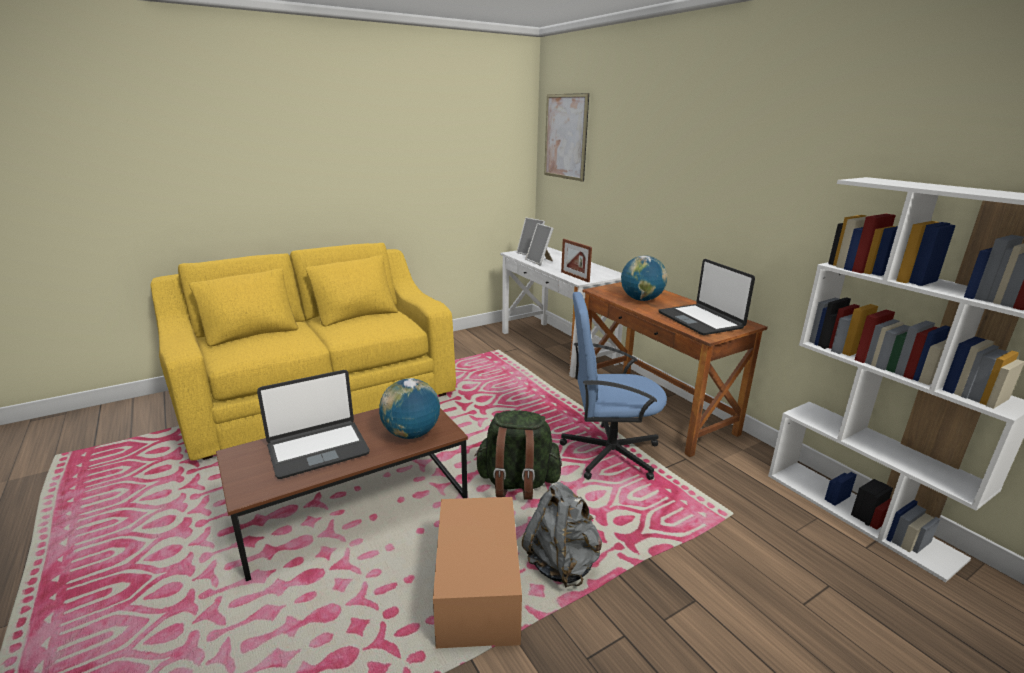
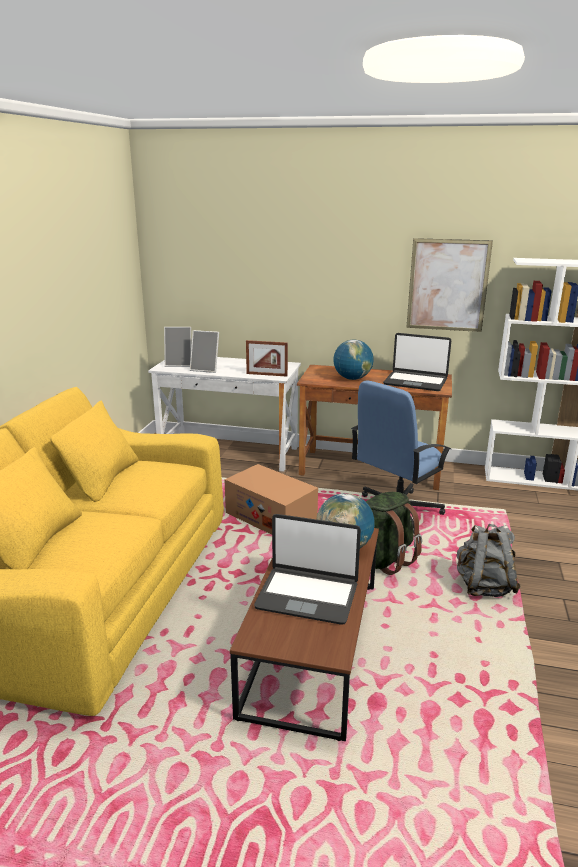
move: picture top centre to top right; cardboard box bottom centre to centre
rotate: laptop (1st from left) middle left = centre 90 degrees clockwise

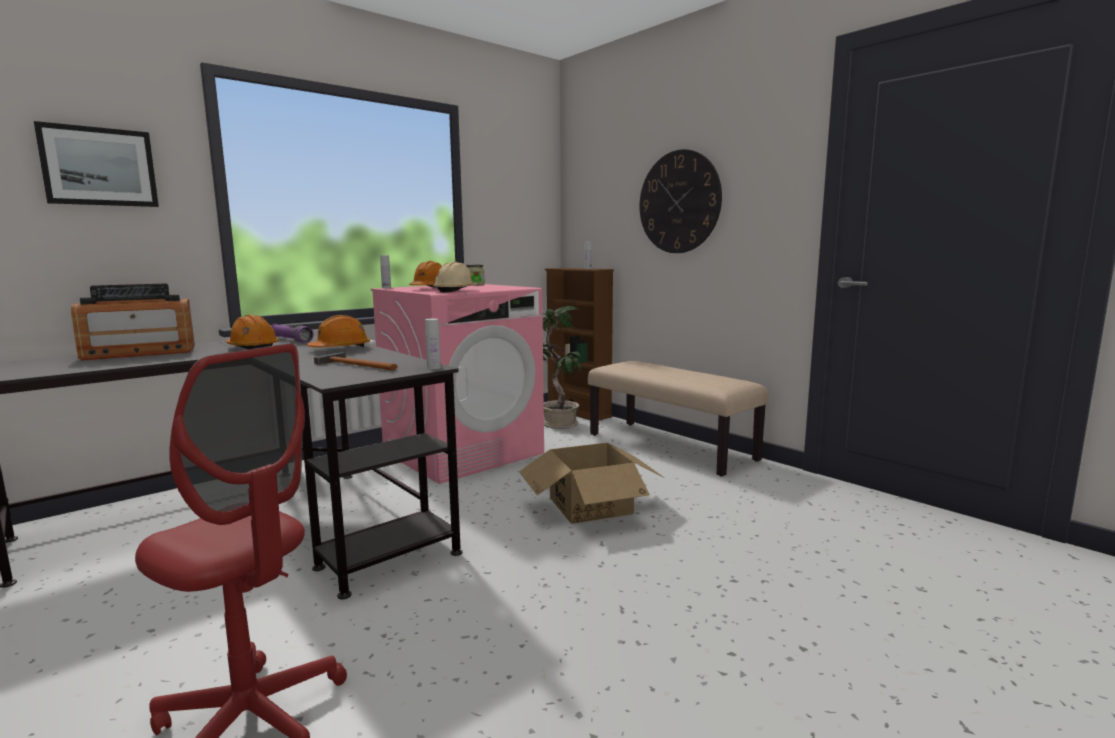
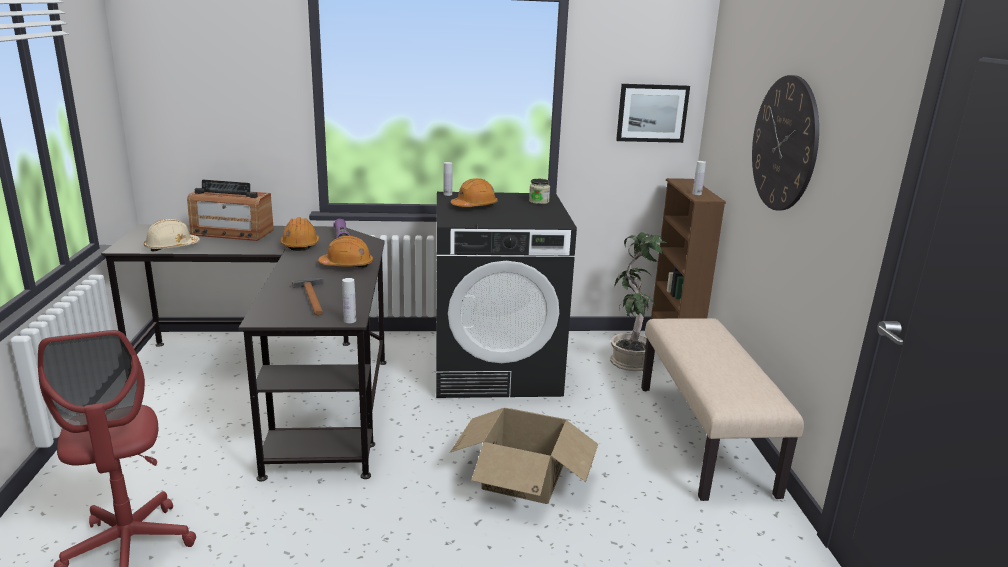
move: picture top left to top centre; beige hard hat centre to middle left
recolor: pink washing machine centre to black washing machine centre

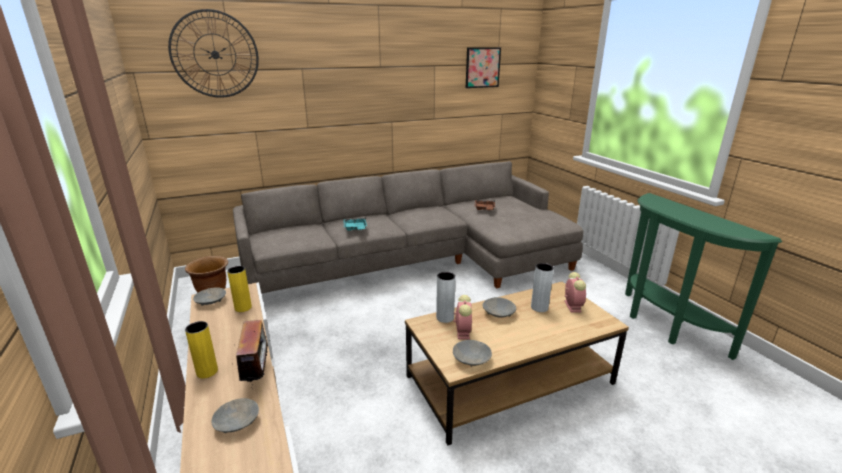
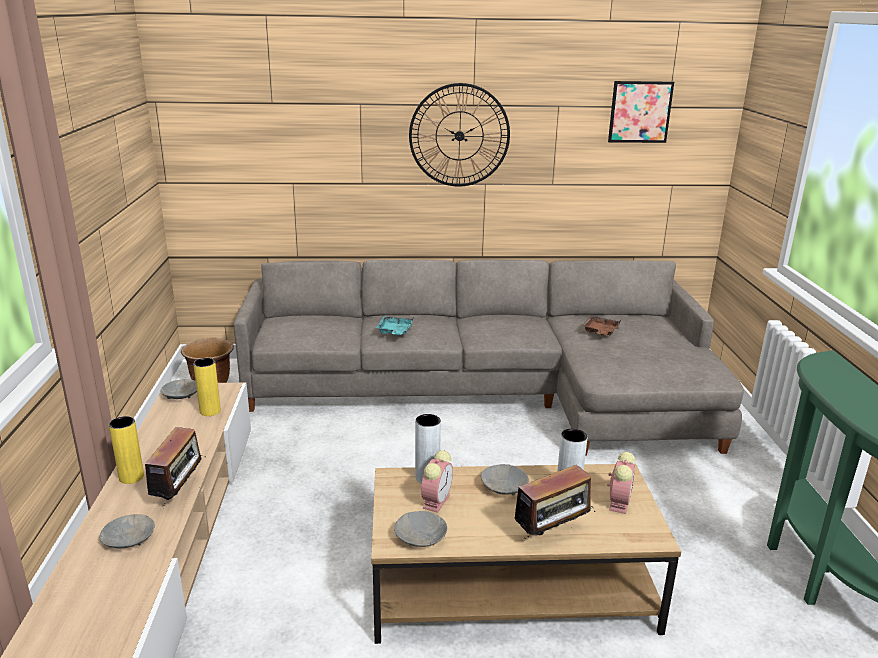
insert: radio (2nd from left) bottom centre
move: wall clock top left to top centre

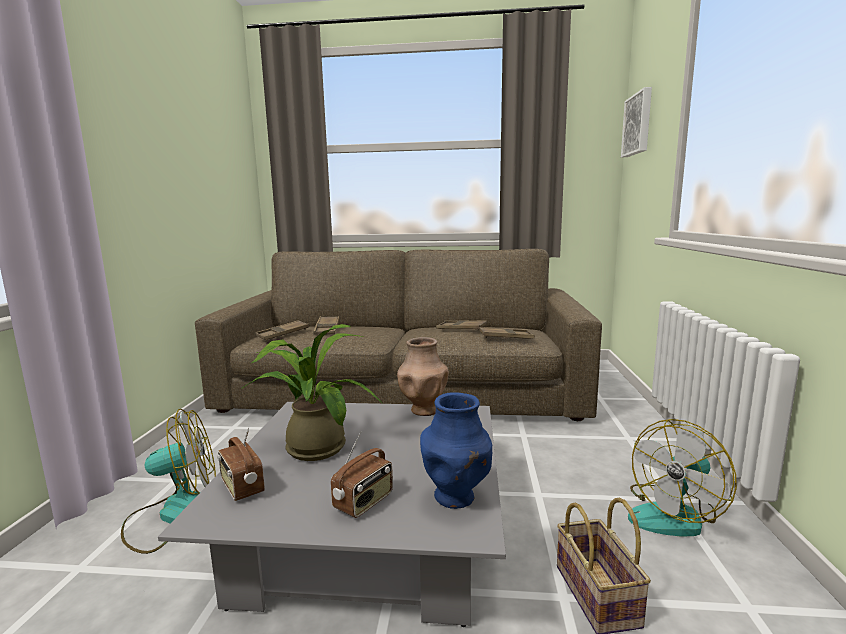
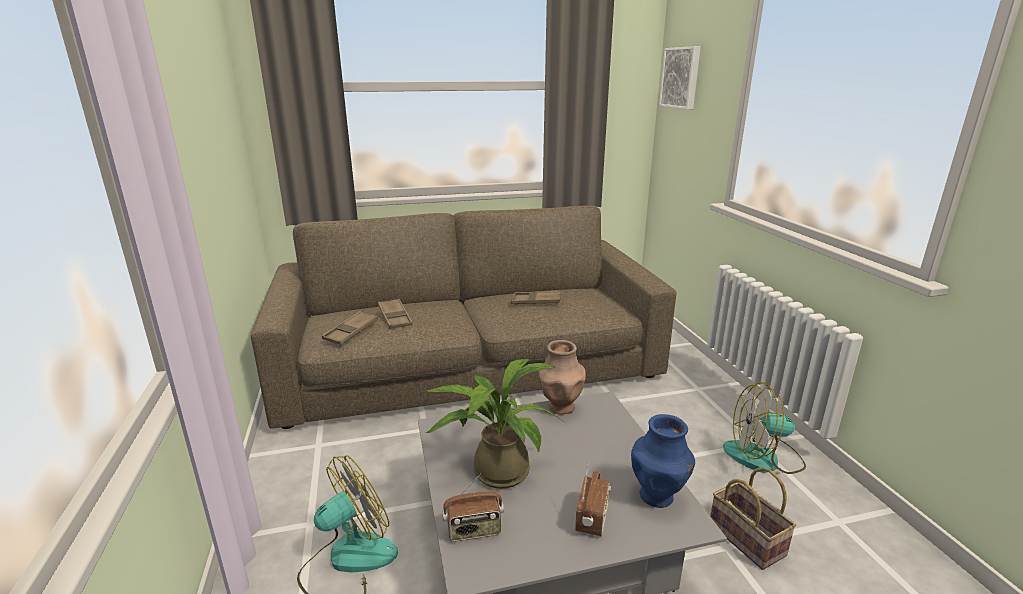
delete: brown tray (4th from left) centre
rotate: fan (2nd from left) bottom right = bottom right 60 degrees clockwise; radio (1st from left) bottom left = bottom centre 45 degrees counterclockwise

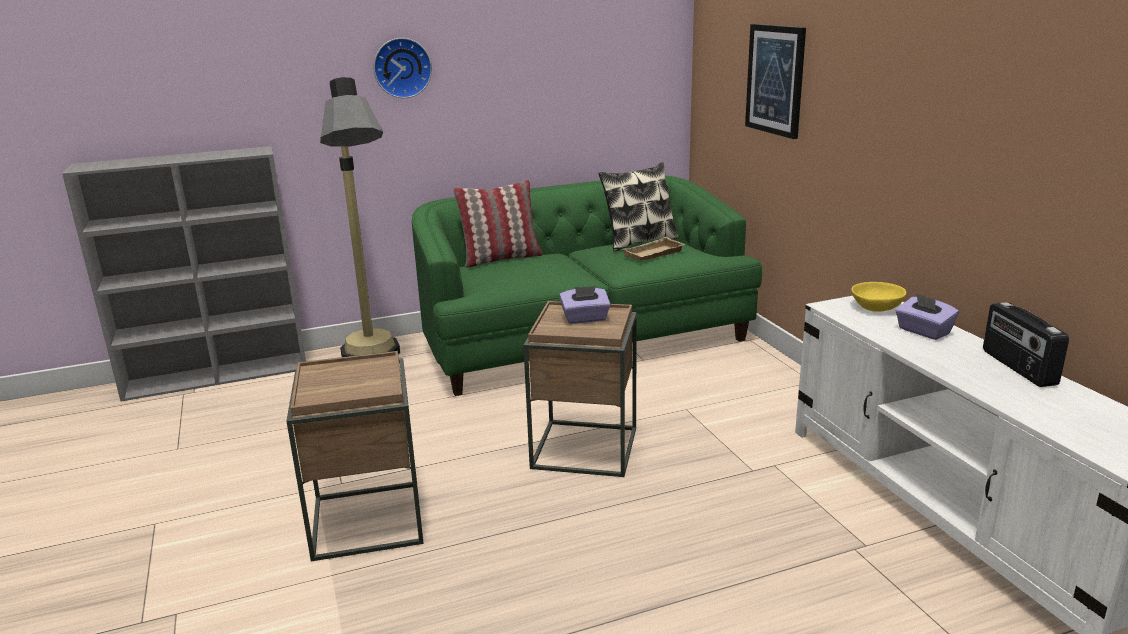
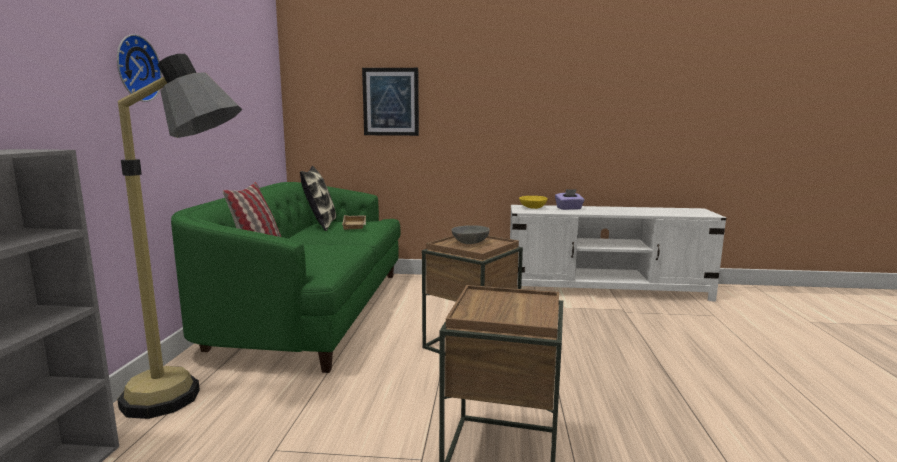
delete: radio middle right
replace: purple tissue box (1st from left) centre to grey bowl centre

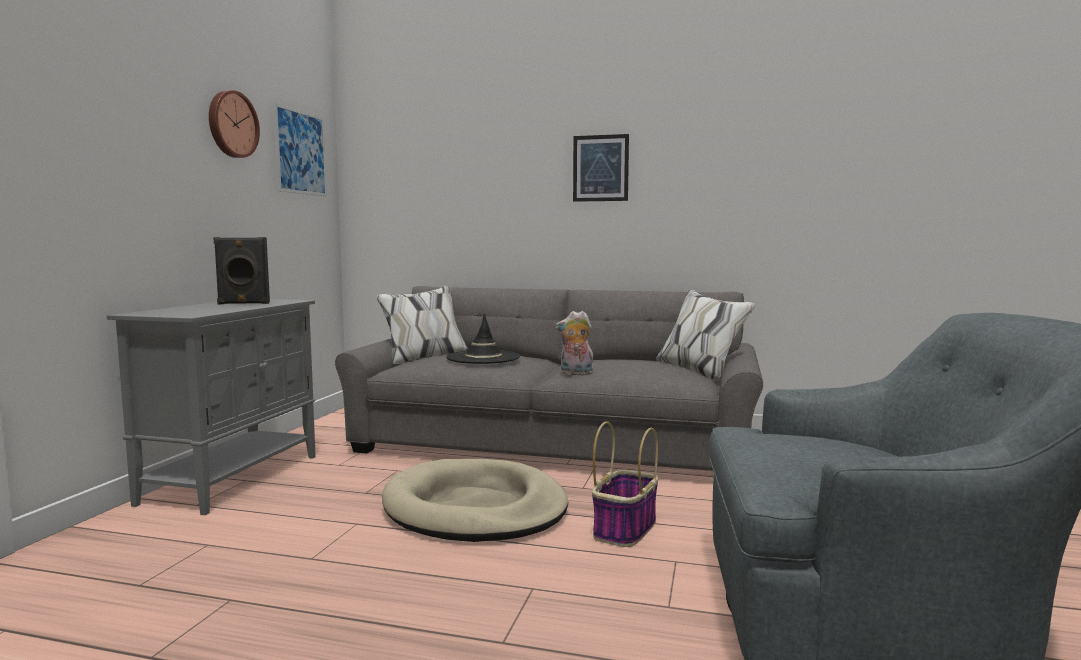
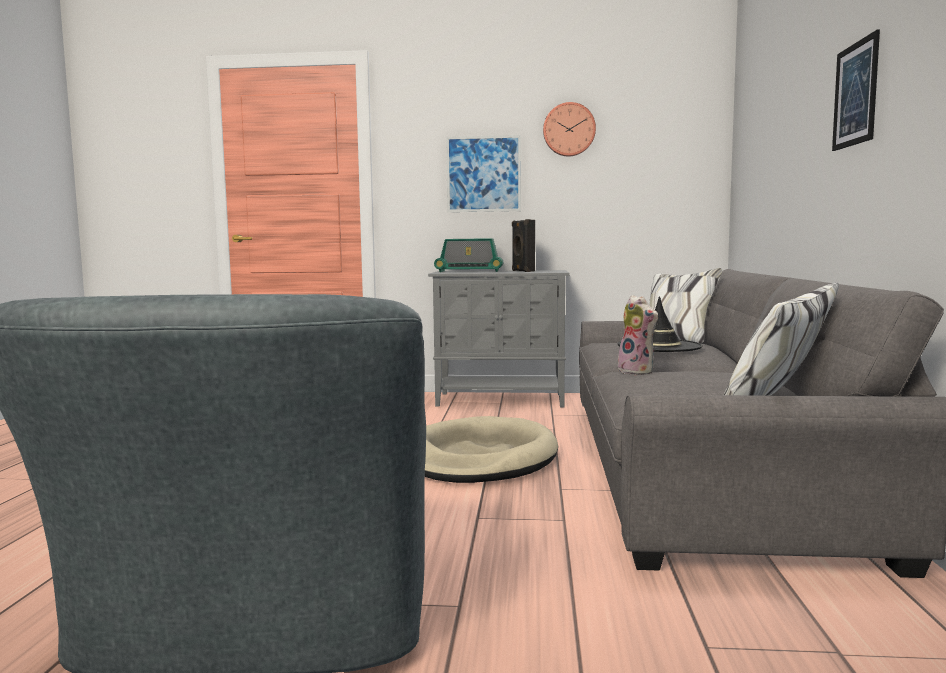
delete: basket bottom centre
insert: radio centre
move: picture (1st from left) top left to top centre
rotate: plush toy centre = middle right 150 degrees clockwise

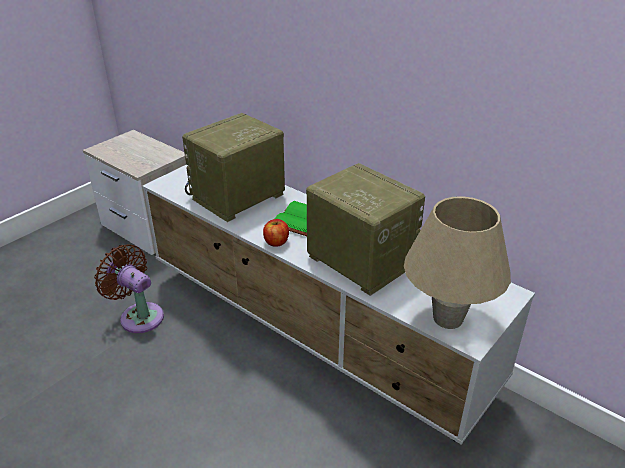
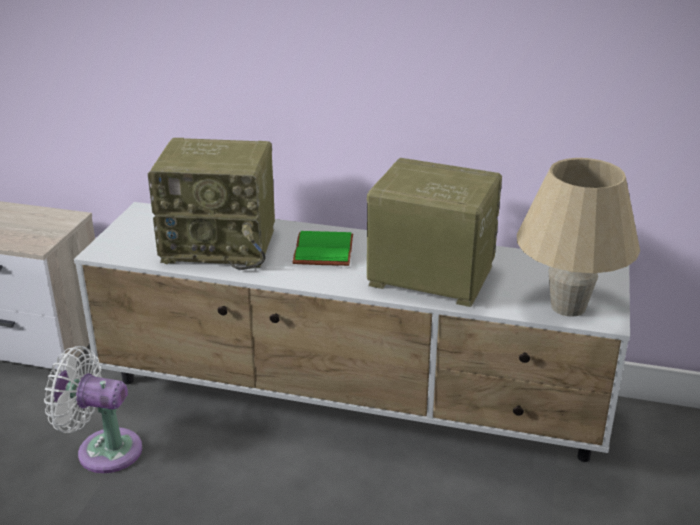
delete: apple centre
recolor: brown fan middle left to white fan bottom left
rotate: radio (1st from left) centre = middle left 105 degrees counterclockwise

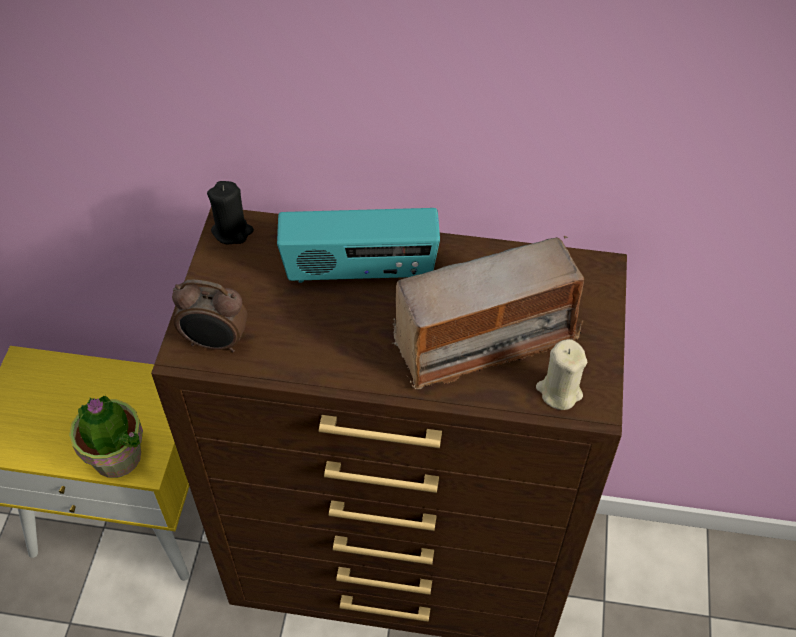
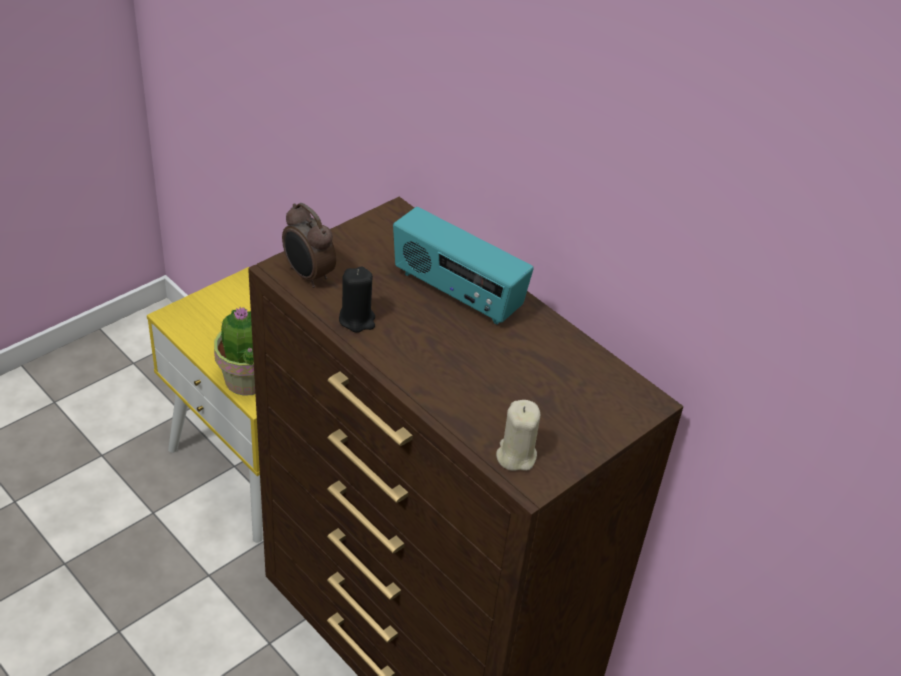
delete: radio (2nd from left) centre
move: black candle top left to centre

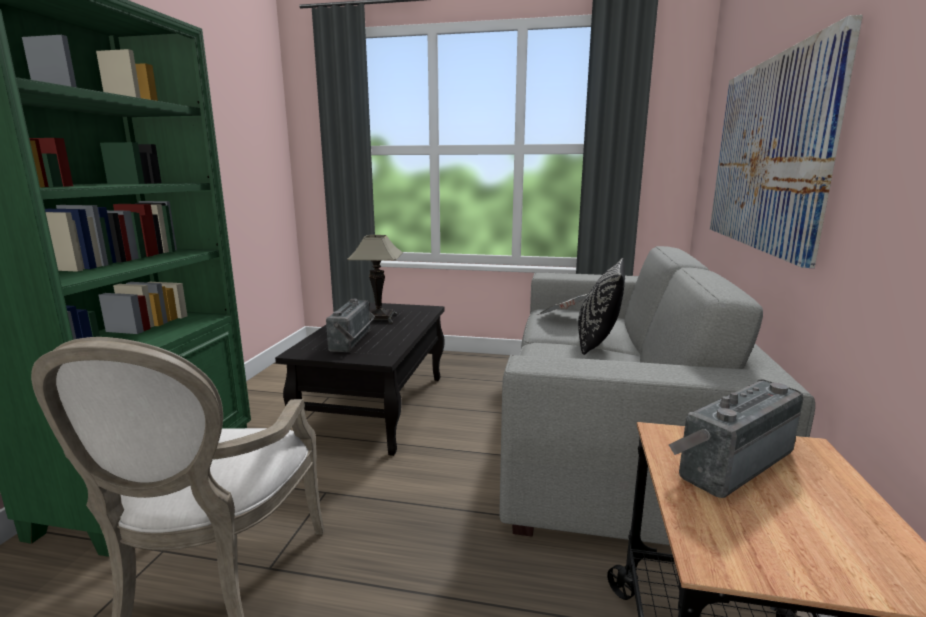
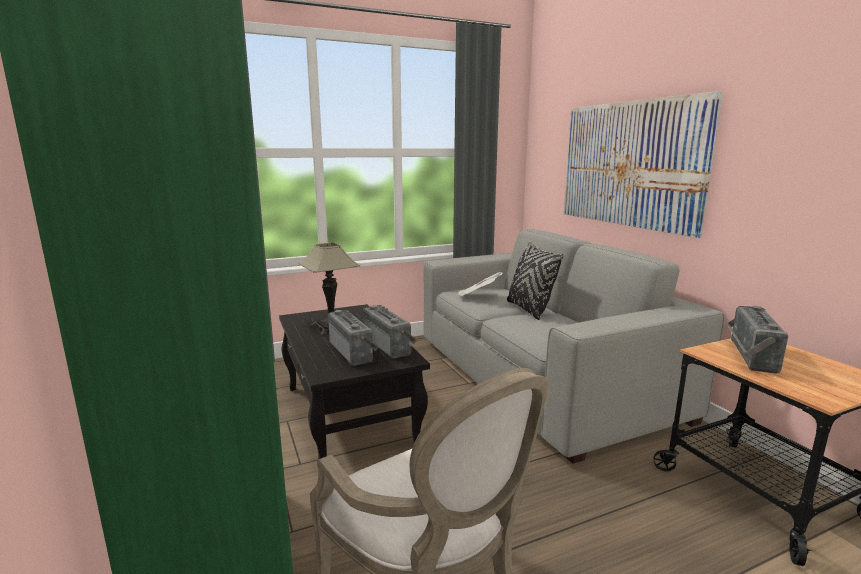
insert: radio (2nd from left) centre

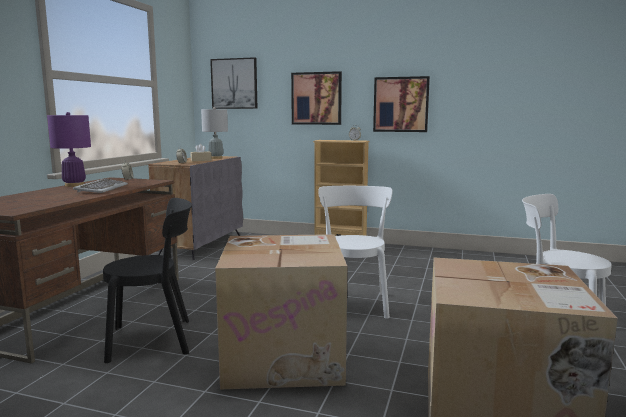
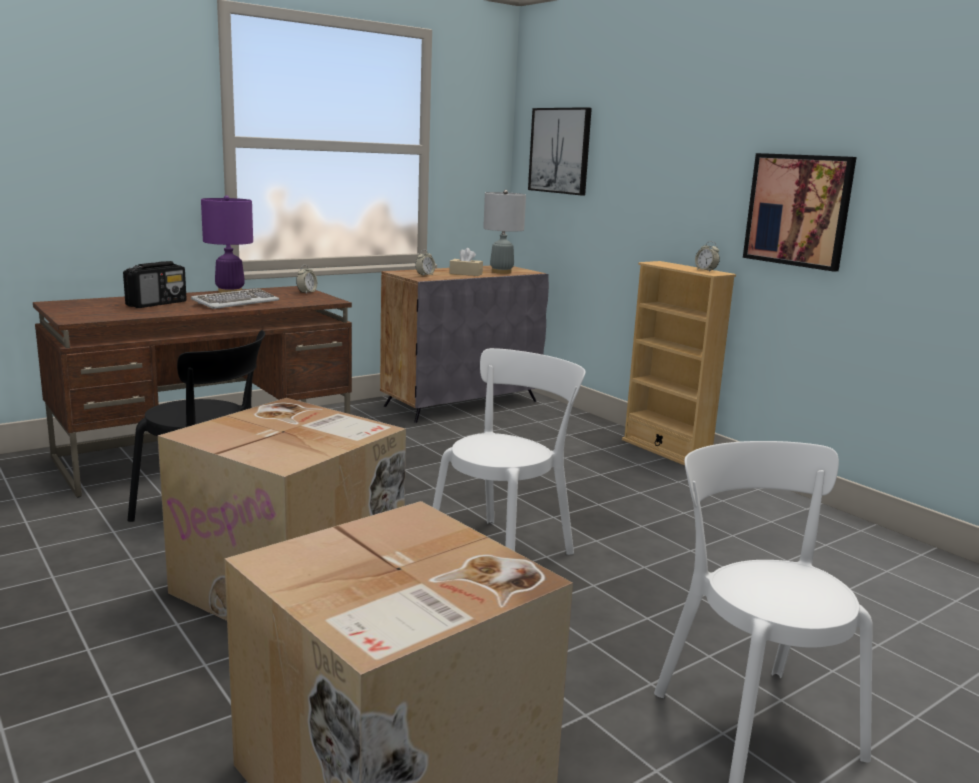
delete: picture (2nd from left) top centre
insert: radio middle left

